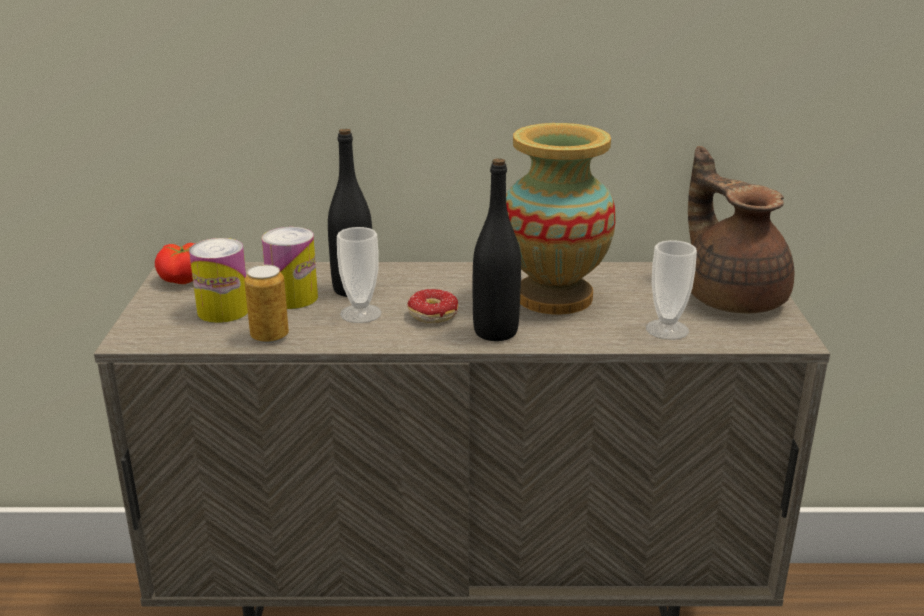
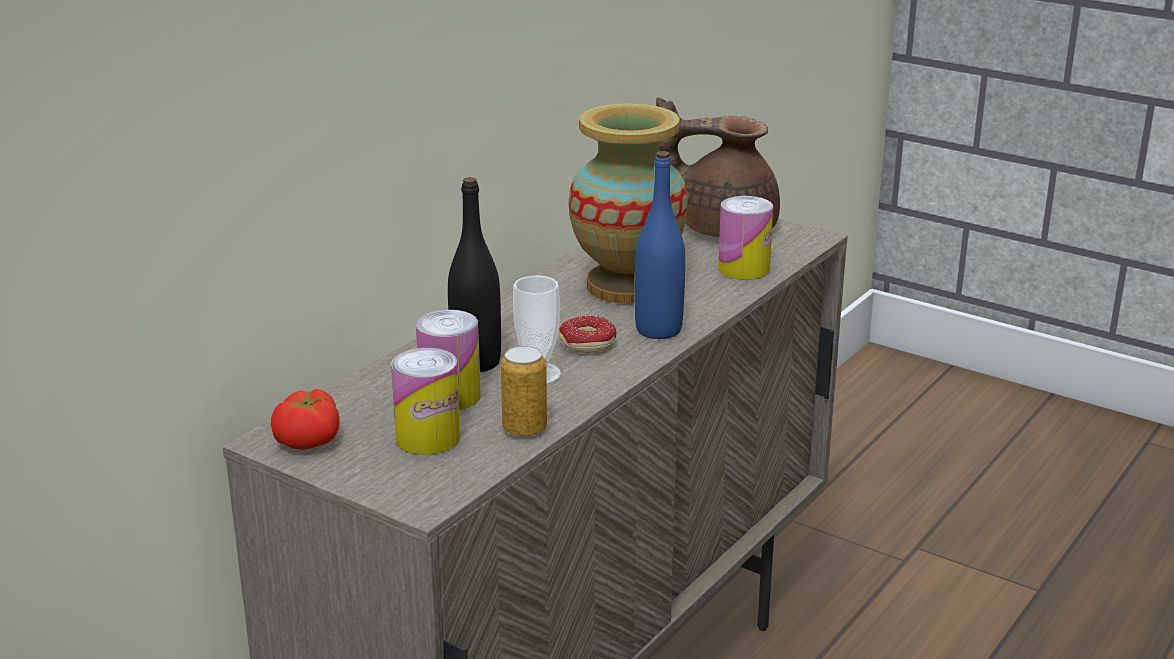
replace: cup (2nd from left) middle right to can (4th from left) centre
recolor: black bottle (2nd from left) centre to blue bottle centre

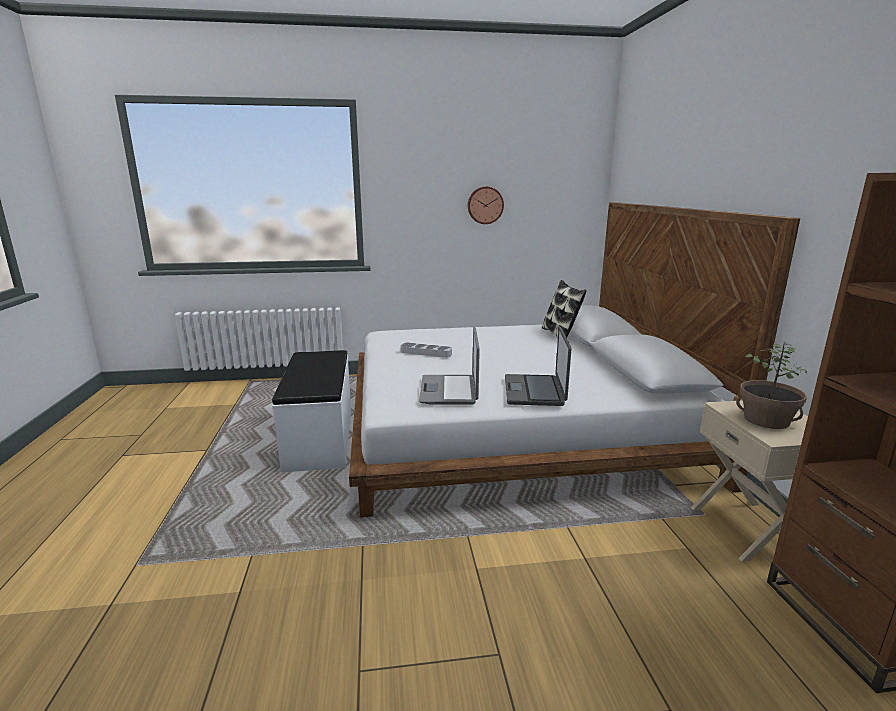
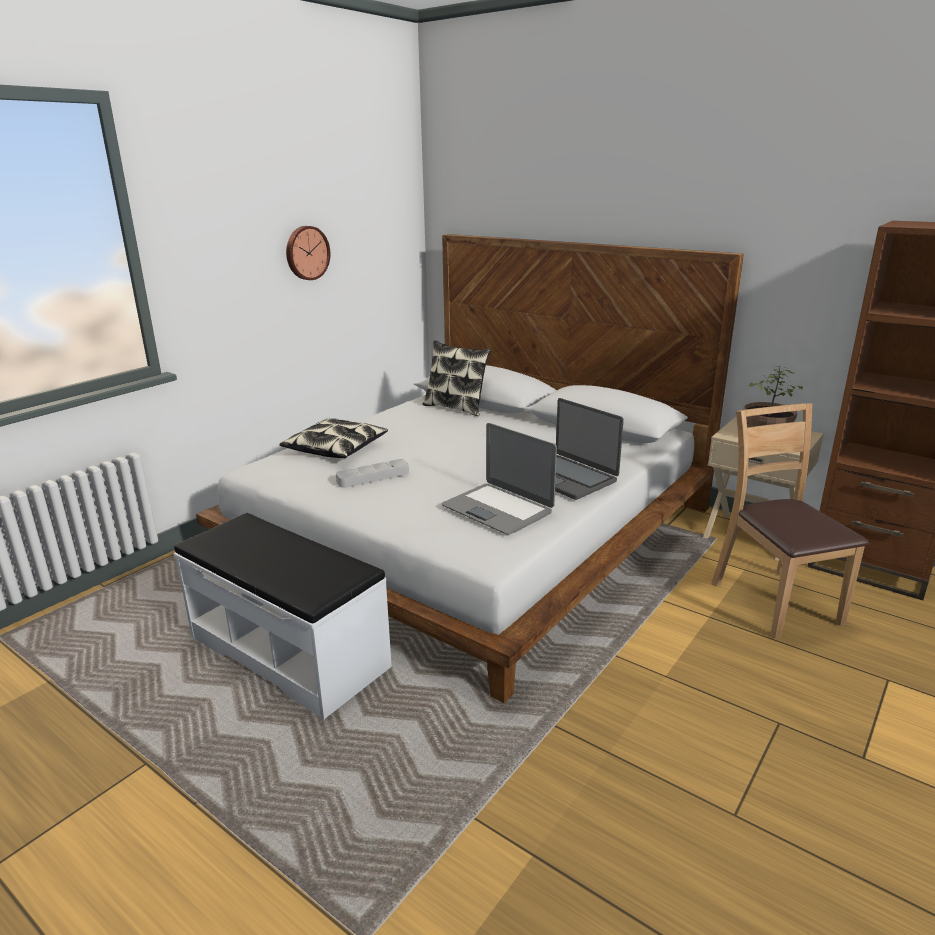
insert: brown chair middle right; pillow (1st from left) centre

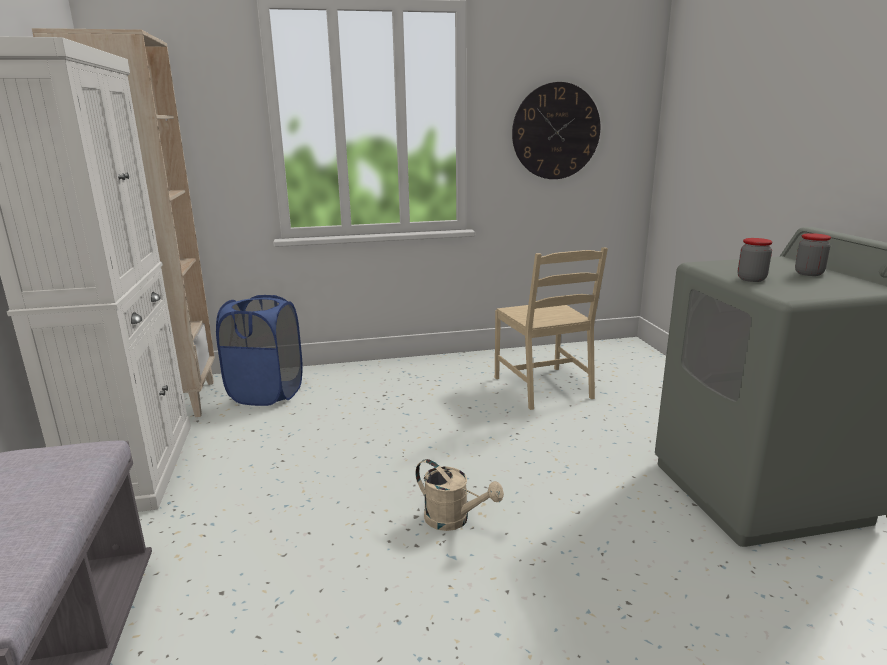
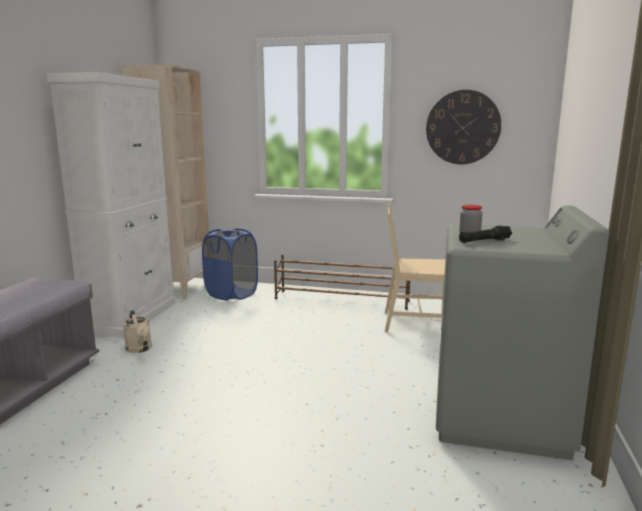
delete: jar (2nd from left) middle right
insert: black flashlight middle right; brown shoe rack centre
move: beige watering can bottom centre to middle left
rotate: beige chair centre = centre 90 degrees clockwise

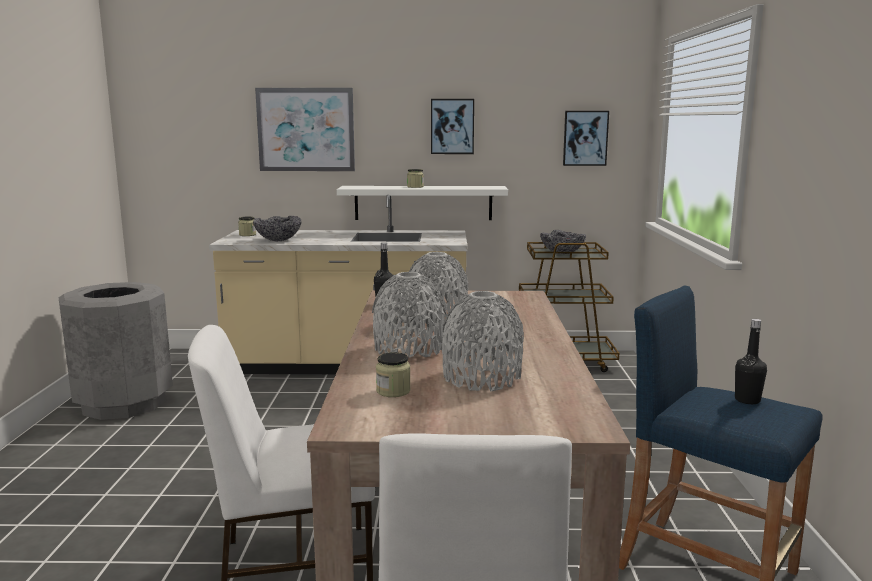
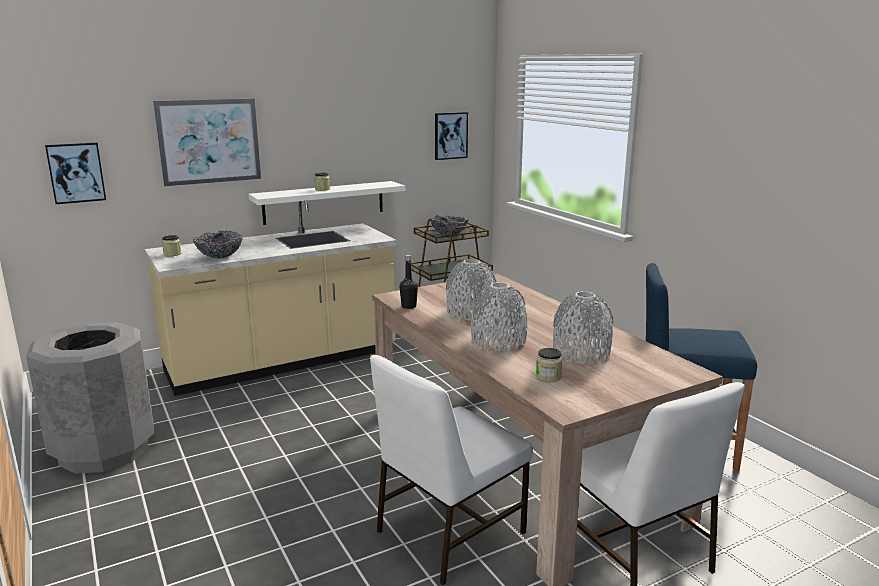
delete: black bottle (2nd from left) middle right
move: picture (2nd from left in the first image) top centre to picture (1st from left) top left

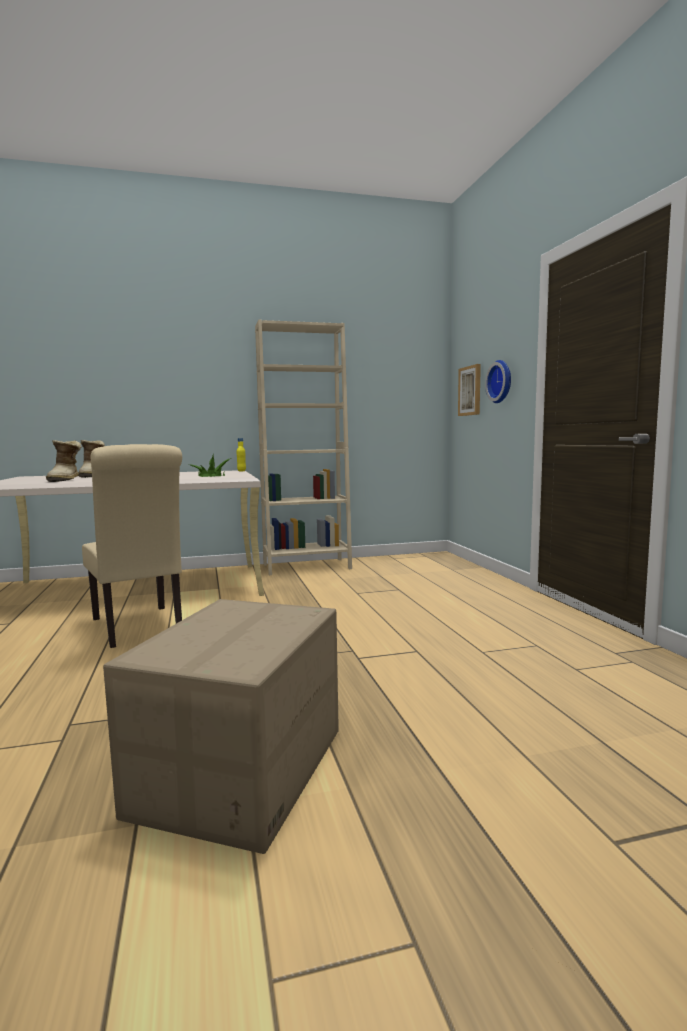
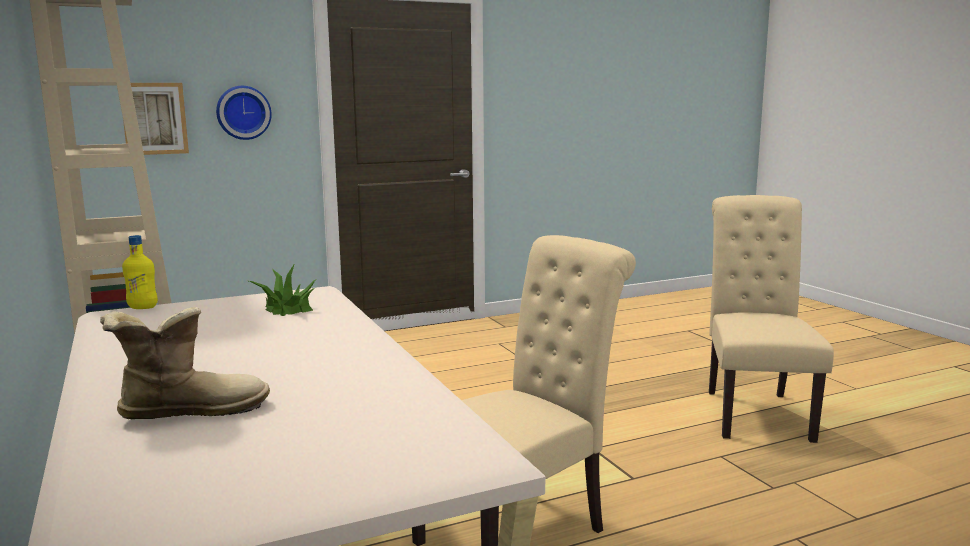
delete: boot (1st from left) middle left
replace: cardboard box bottom left to beige chair (2nd from left) middle right

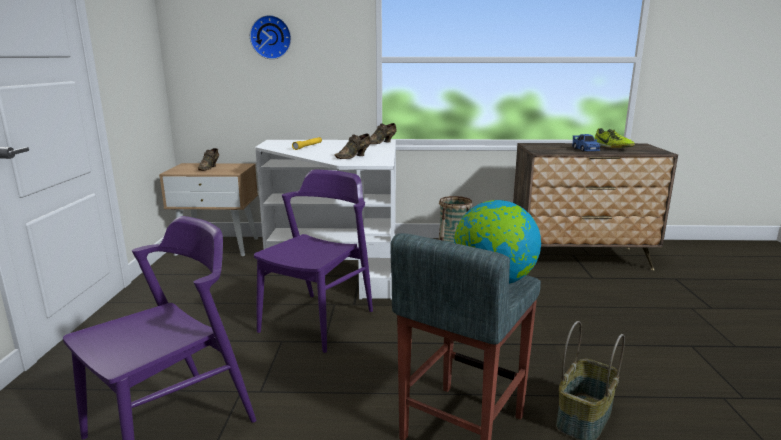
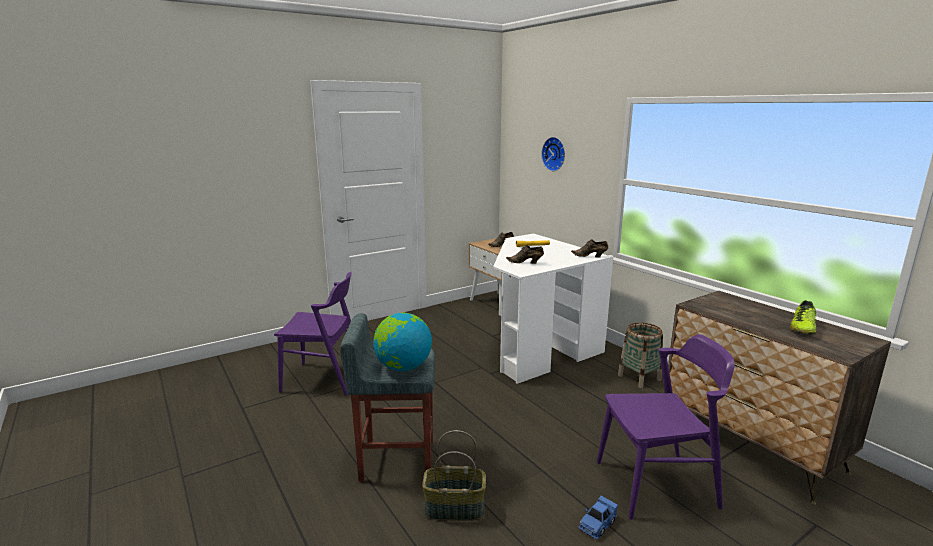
move: blue toy car top right to bottom centre; purple chair (2nd from left) centre to bottom right

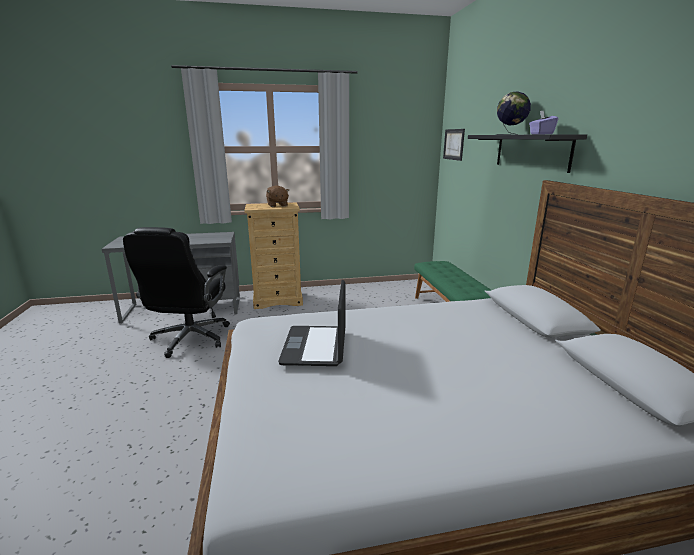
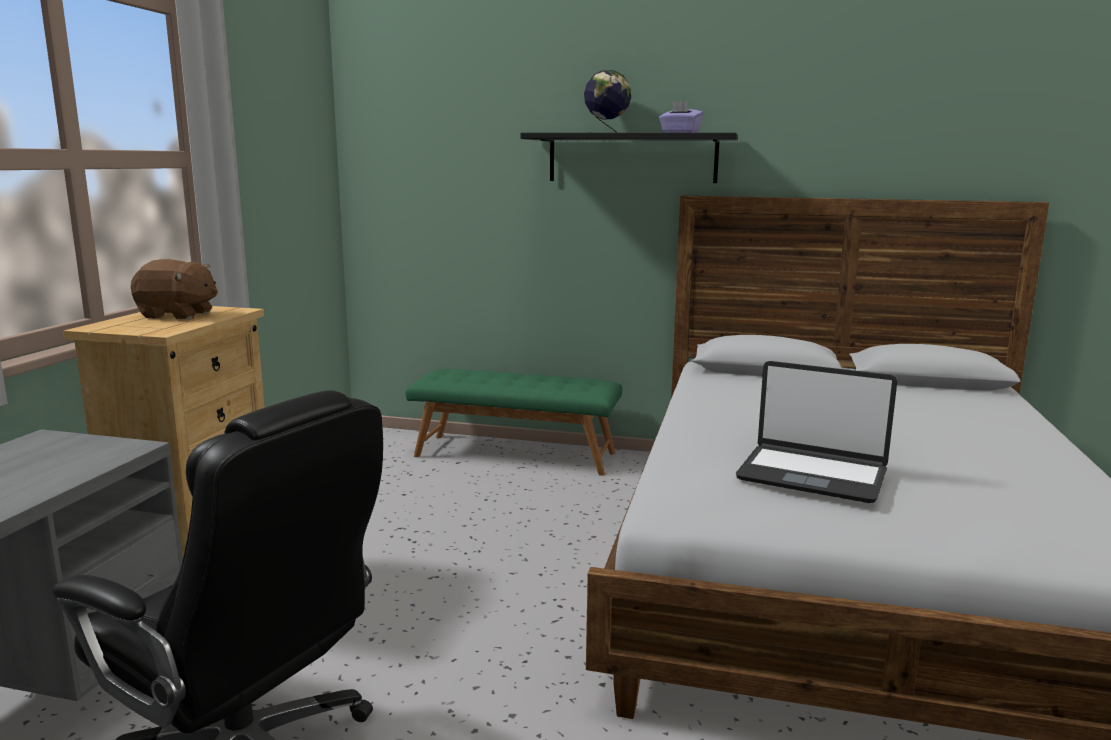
delete: picture top centre

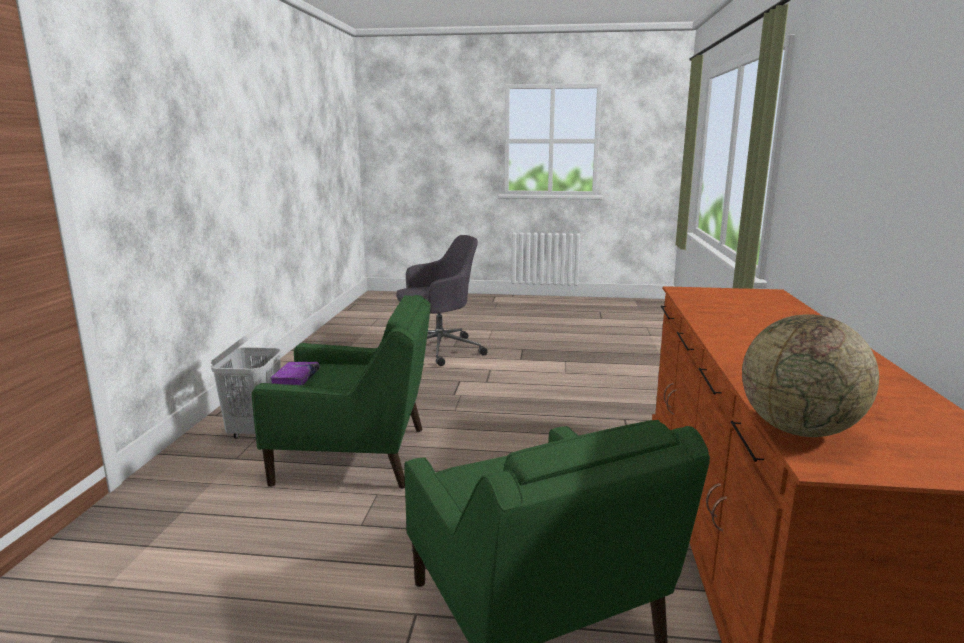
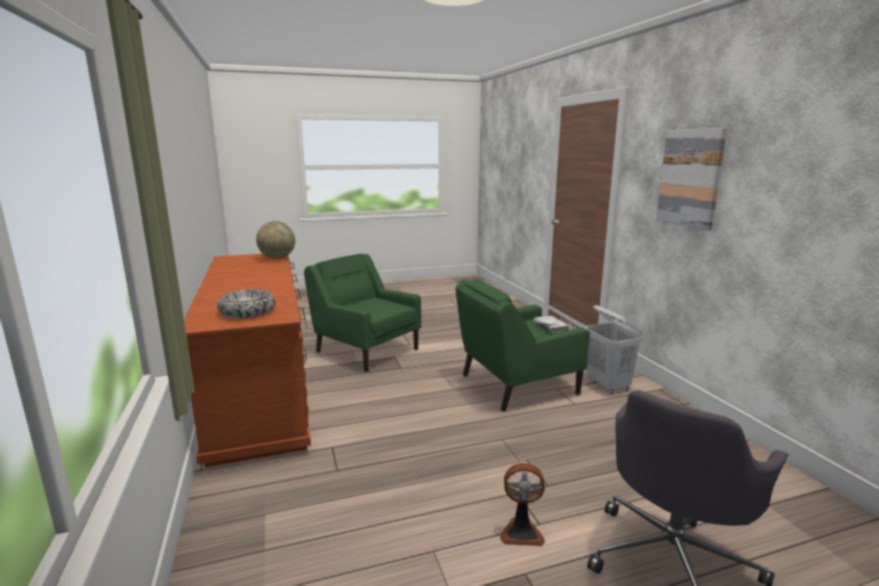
insert: picture top right; bowl middle left; fan bottom centre
recolor: purple book middle left to white book centre

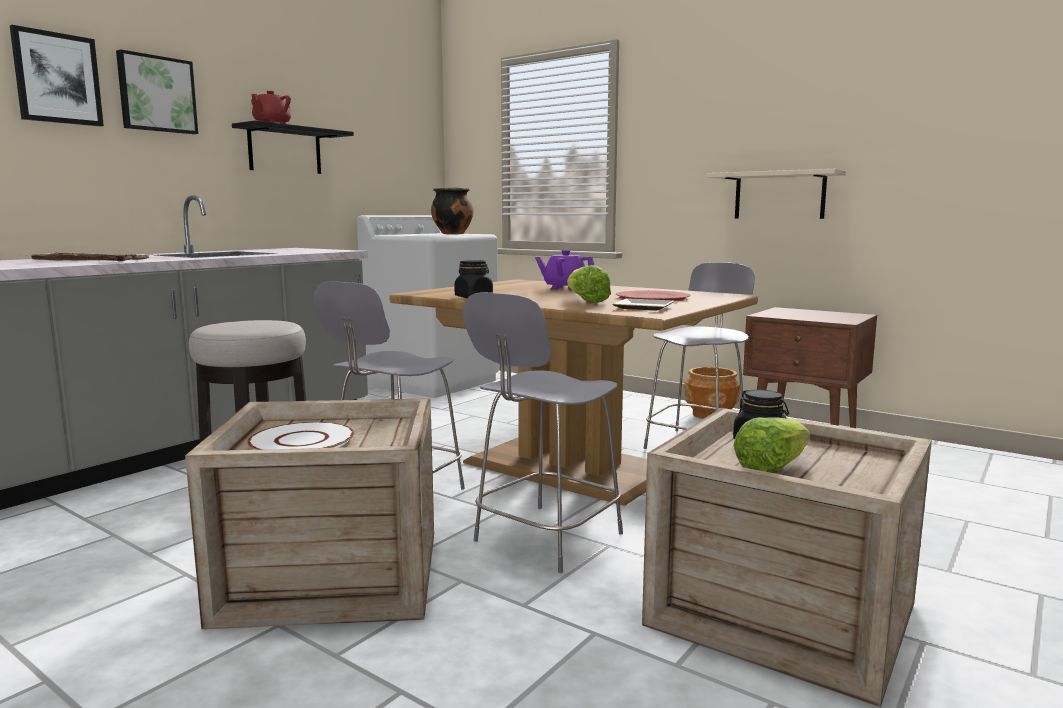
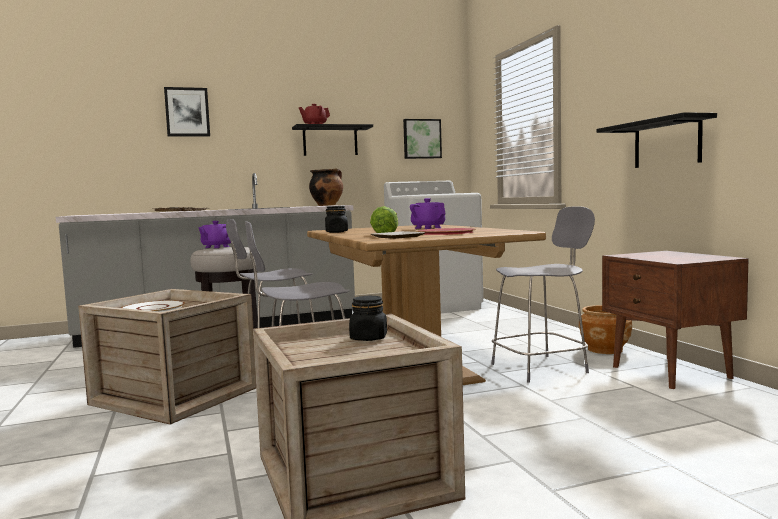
delete: lettuce (2nd from left) middle right
insert: purple teapot (1st from left) middle left
move: picture (2nd from left) top left to top centre; cooking pot top centre to centre
recolor: beige shelf top right to black shelf (2nd from left) top right

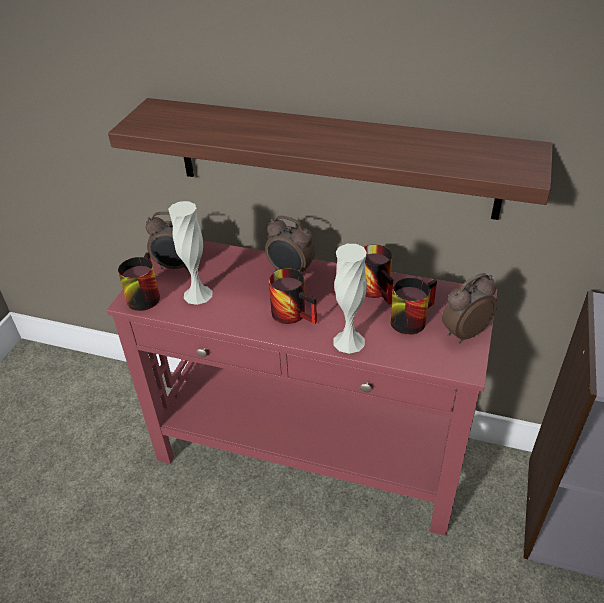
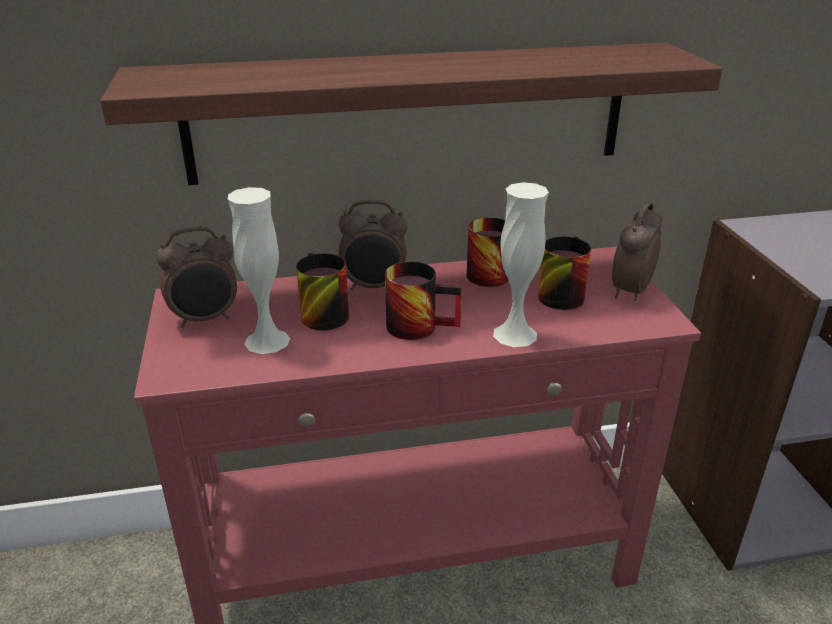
move: mug (1st from left) middle left to centre

